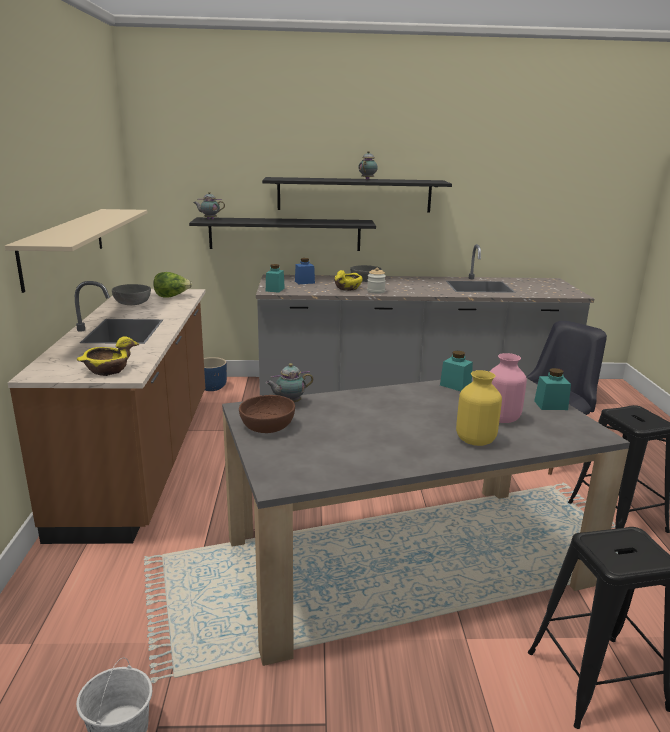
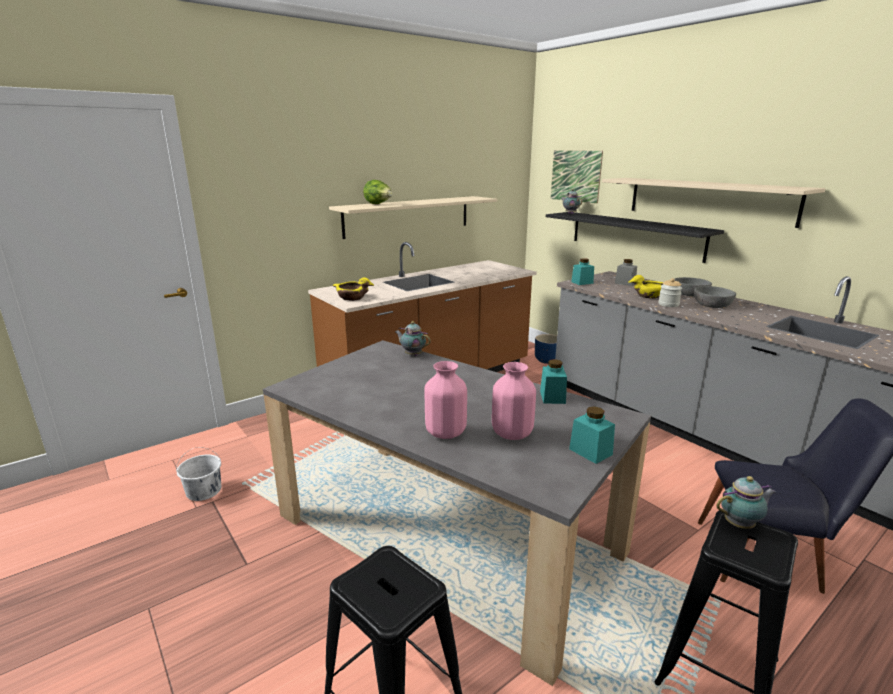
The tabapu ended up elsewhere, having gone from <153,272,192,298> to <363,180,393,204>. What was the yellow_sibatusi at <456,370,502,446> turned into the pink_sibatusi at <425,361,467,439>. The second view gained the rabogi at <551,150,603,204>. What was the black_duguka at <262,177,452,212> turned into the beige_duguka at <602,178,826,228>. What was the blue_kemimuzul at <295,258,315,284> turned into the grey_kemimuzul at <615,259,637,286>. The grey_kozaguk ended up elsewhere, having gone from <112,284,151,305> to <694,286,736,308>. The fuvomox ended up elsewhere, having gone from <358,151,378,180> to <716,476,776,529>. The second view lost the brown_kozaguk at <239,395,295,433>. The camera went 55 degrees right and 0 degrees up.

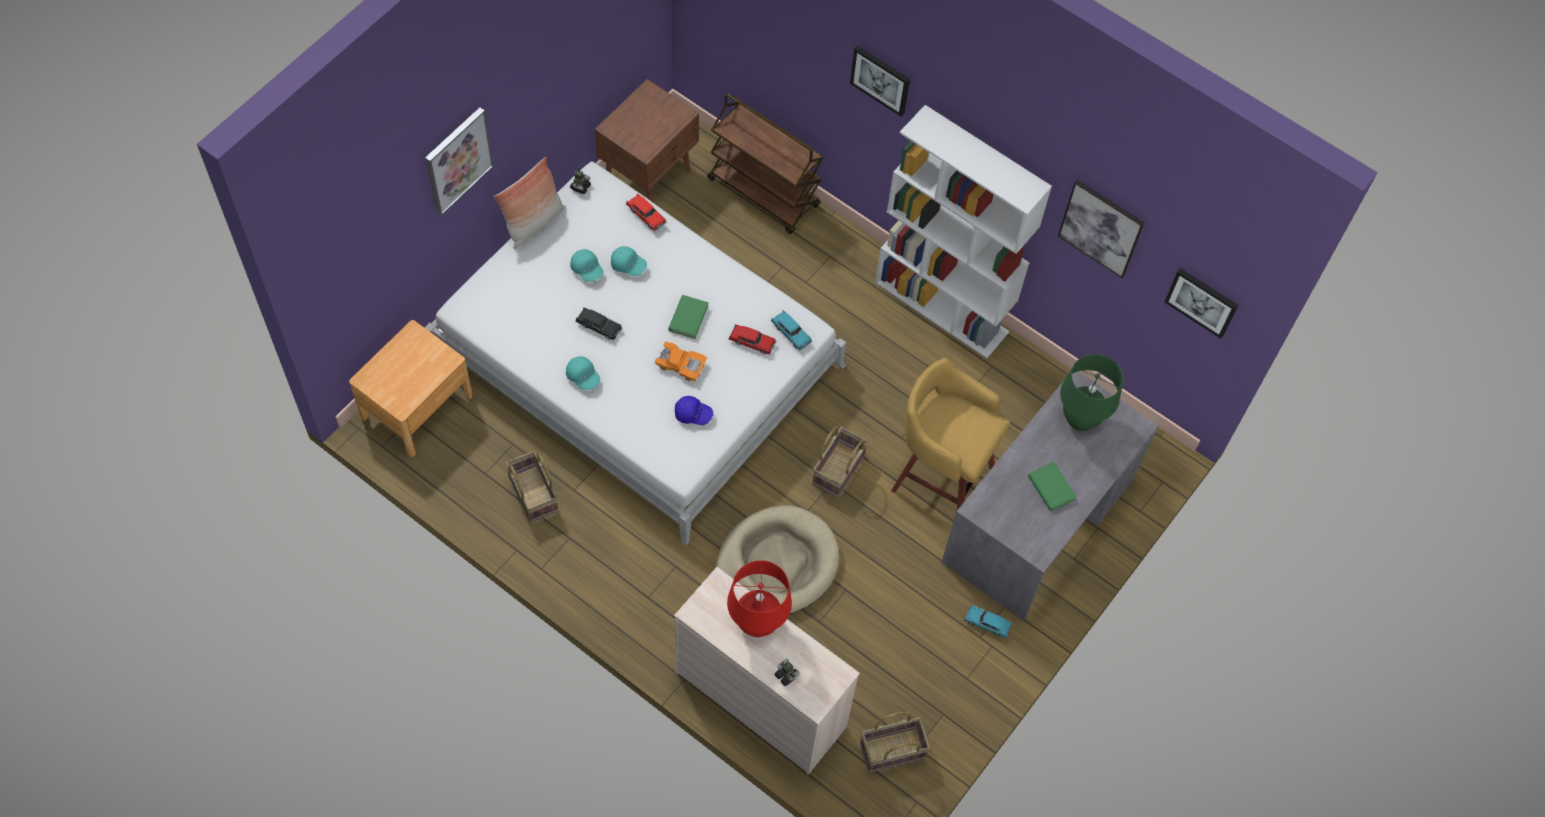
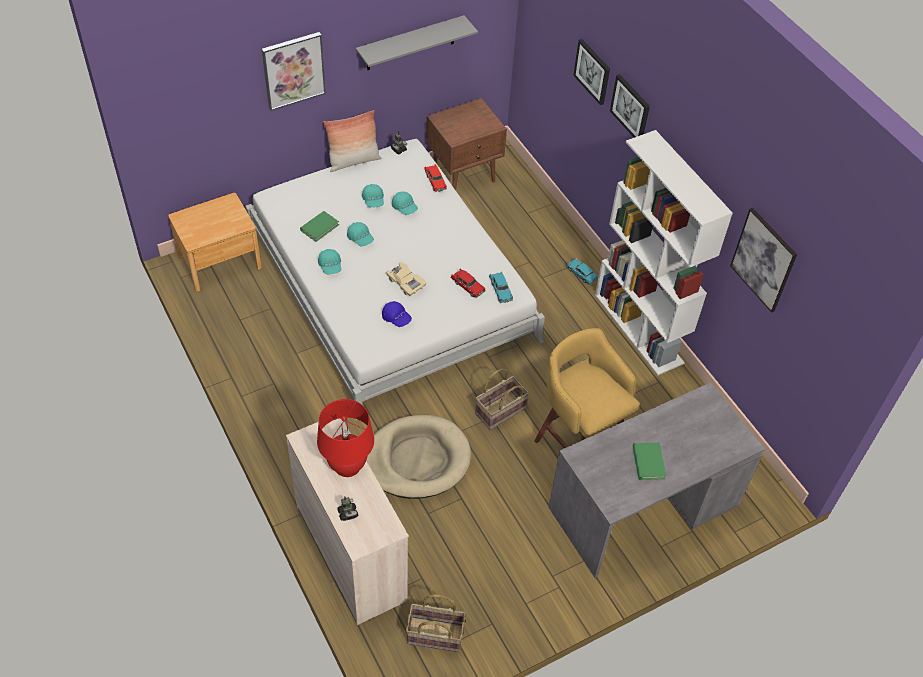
The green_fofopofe ended up elsewhere, having gone from <668,295,708,339> to <300,211,339,242>. Where the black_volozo stood at <575,307,622,340>, the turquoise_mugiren came to stand at <347,222,374,246>. The second view gained the grey_duguka at <356,15,478,70>. What was the orange_volozo at <654,341,707,381> turned into the beige_volozo at <386,262,427,296>. The turquoise_volozo ended up elsewhere, having gone from <964,605,1012,639> to <566,258,598,285>. The rabogi ended up elsewhere, having gone from <1165,268,1238,339> to <573,39,610,105>. The second view lost the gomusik at <505,451,558,523>. The second view lost the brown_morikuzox at <707,93,824,234>. The second view lost the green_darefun at <1060,354,1123,431>. The camera went 25 degrees right and 10 degrees down.

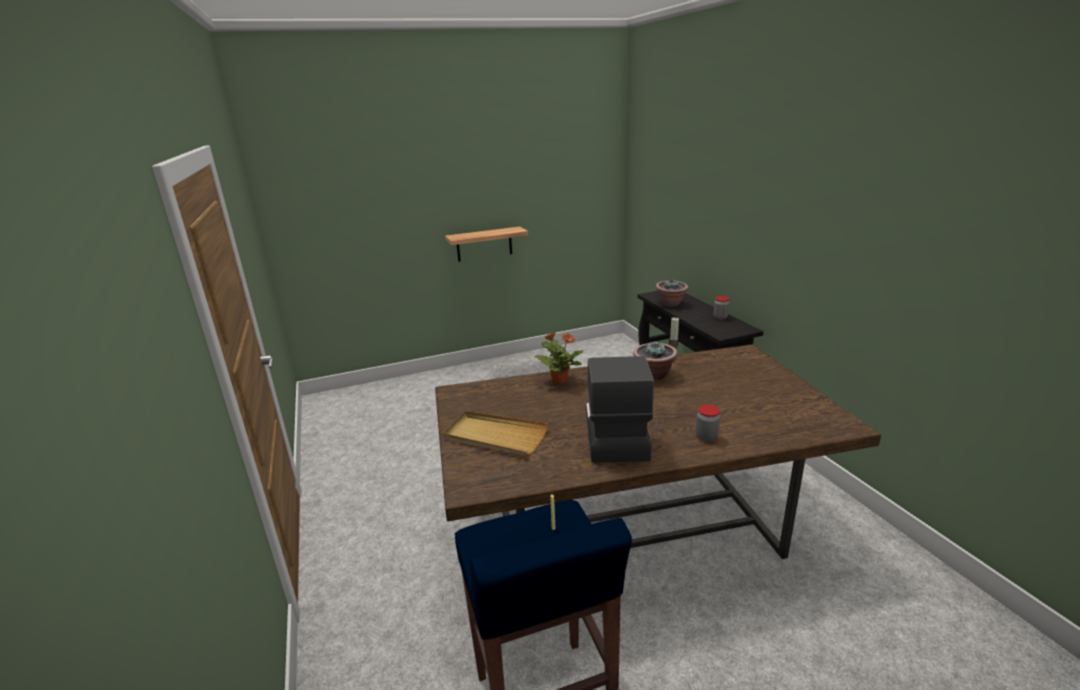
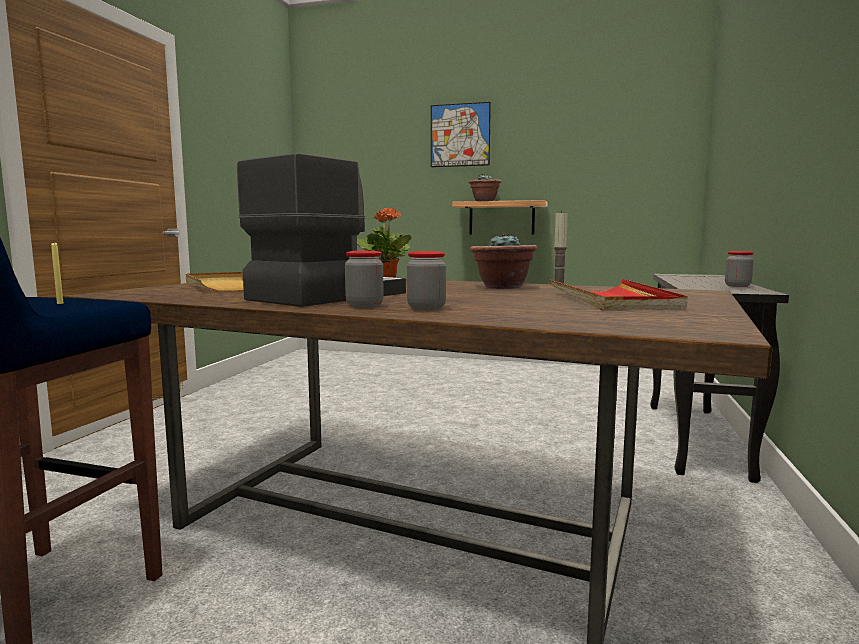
The second view gained the kemimuzul at <345,251,384,308>. The second view gained the rabogi at <431,102,491,167>. The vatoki ended up elsewhere, having gone from <656,280,688,307> to <469,174,502,201>. The second view gained the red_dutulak at <550,279,687,311>. The camera went 35 degrees right and 15 degrees down.

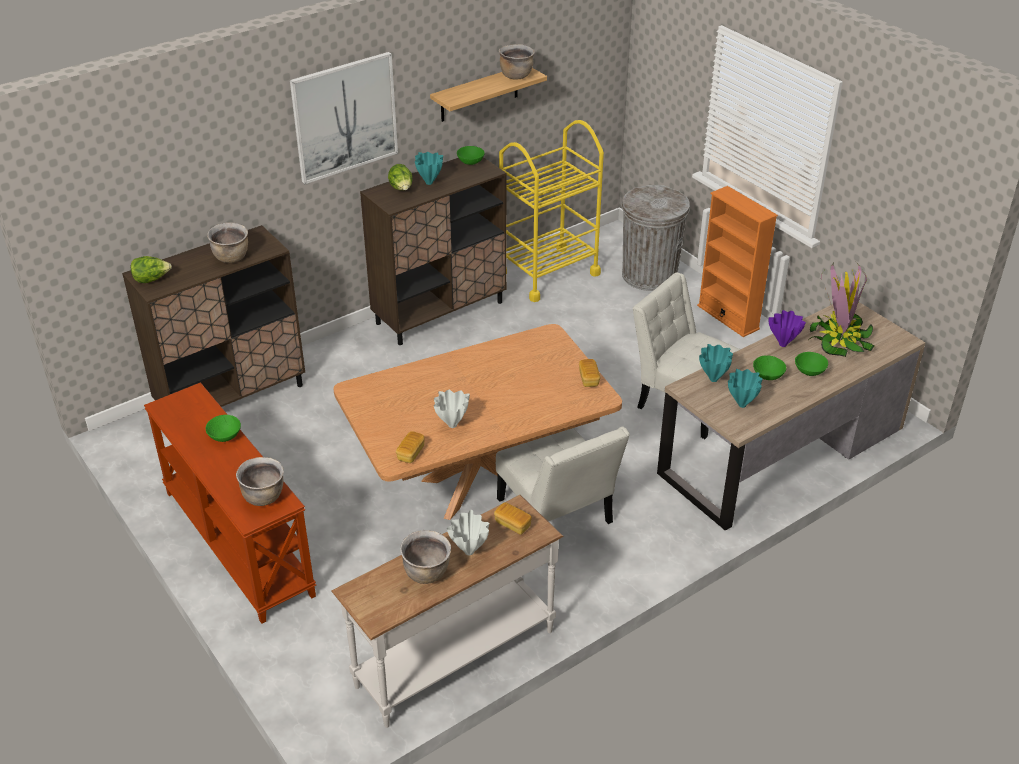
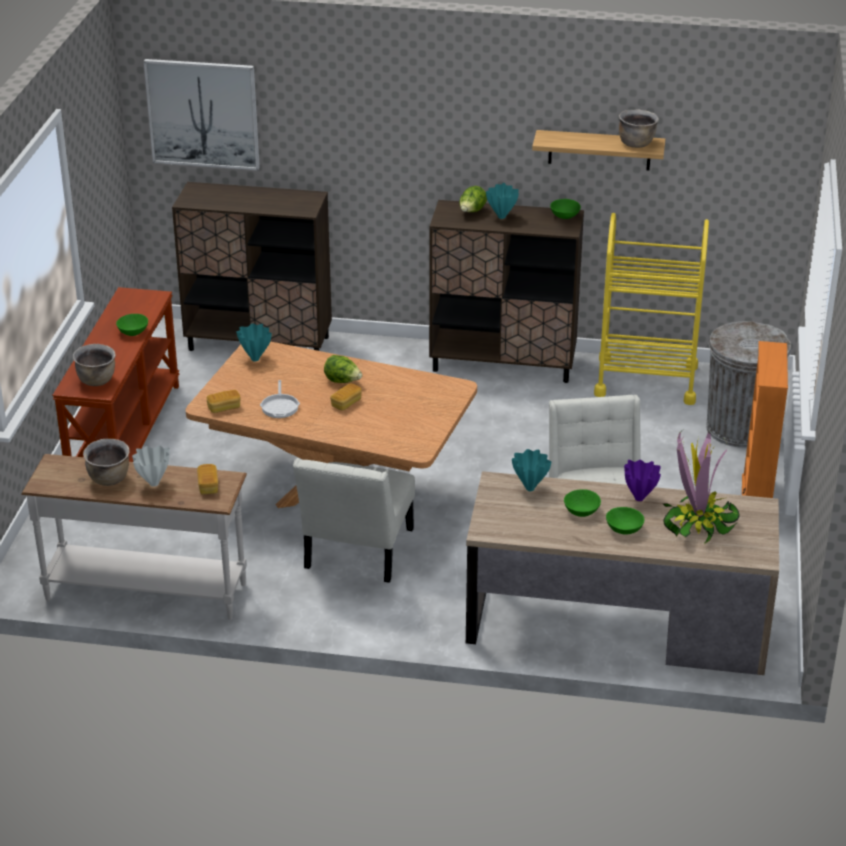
The rabogi ended up elsewhere, having gone from <290,52,398,184> to <144,59,260,170>. The turquoise_sibatusi ended up elsewhere, having gone from <728,369,762,408> to <236,324,272,361>. Where the white_sibatusi stood at <434,390,470,428>, the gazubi came to stand at <260,380,300,418>. The tabapu ended up elsewhere, having gone from <131,256,172,283> to <324,355,362,383>. The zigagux ended up elsewhere, having gone from <579,359,600,387> to <330,383,362,410>. The second view lost the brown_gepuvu at <207,222,248,263>. The camera went 45 degrees right and 5 degrees down.

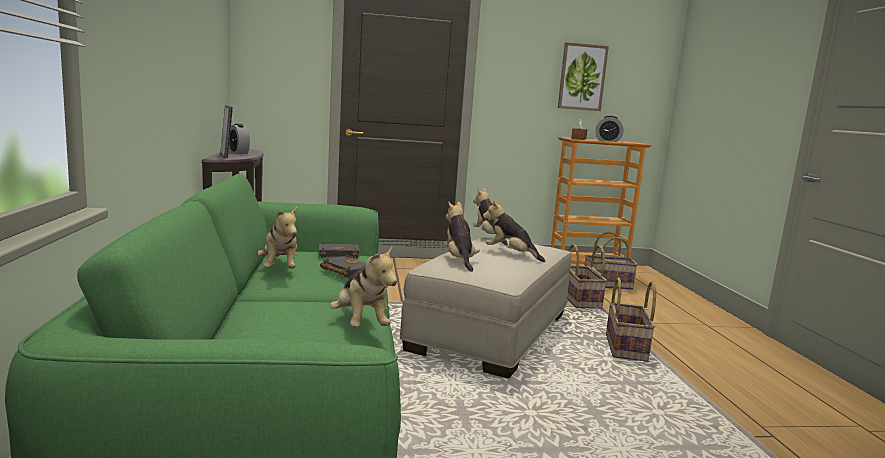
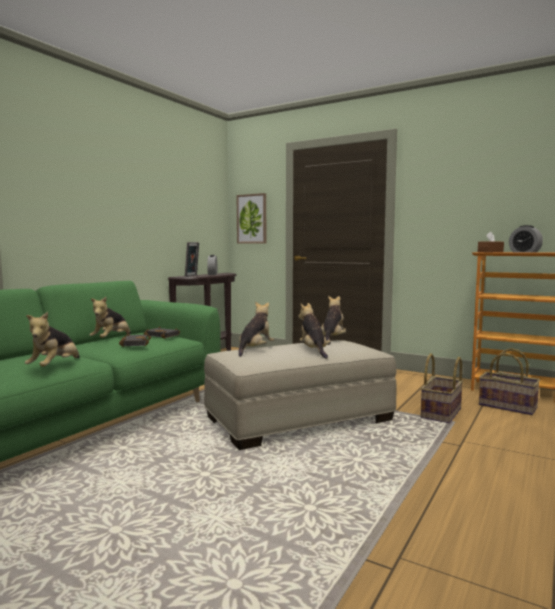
The rabogi ended up elsewhere, having gone from <558,42,609,111> to <237,193,266,244>. The second view lost the gomusik at <606,277,656,362>. The camera went 40 degrees right and 5 degrees down.

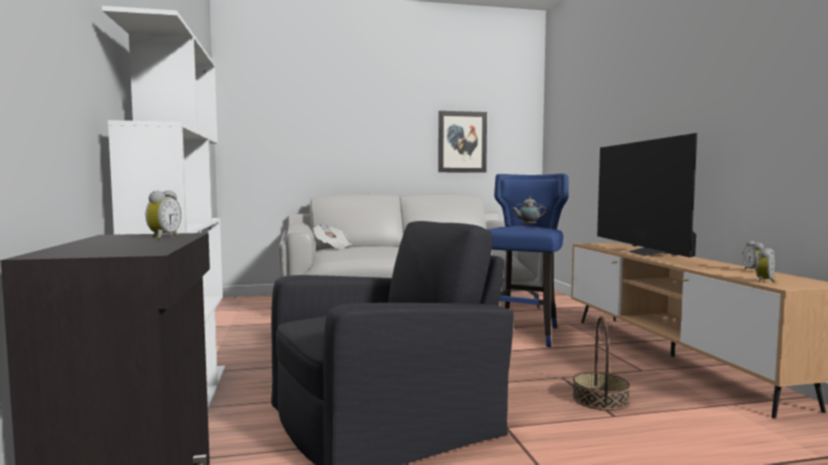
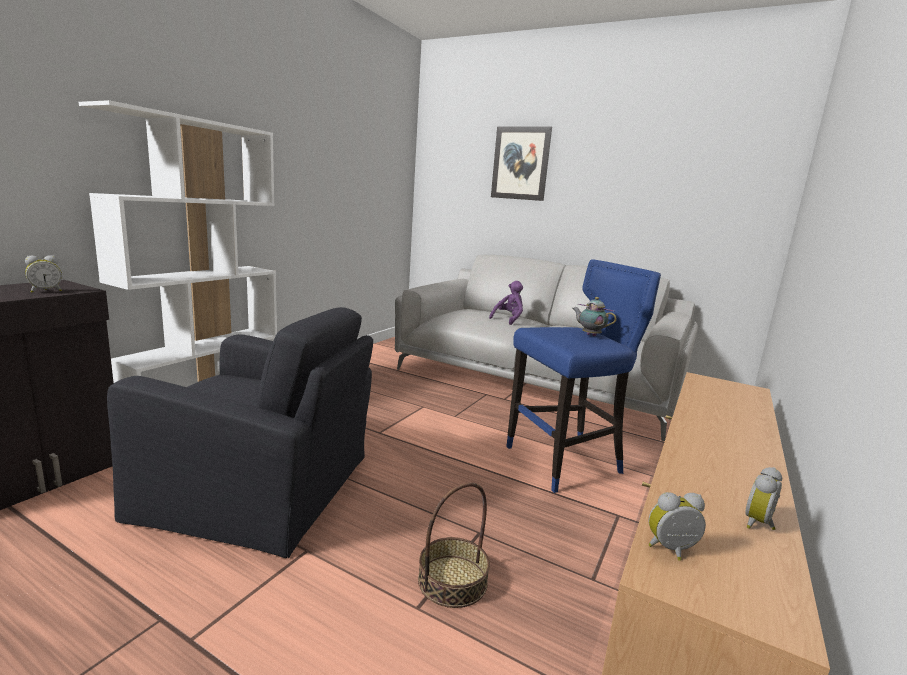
The second view gained the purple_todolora at <489,281,523,325>. The rabogi ended up elsewhere, having gone from <438,111,487,173> to <491,126,552,201>. The second view lost the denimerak at <313,224,352,249>. The second view lost the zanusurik at <597,133,697,257>. The camera went 40 degrees right and 10 degrees up.

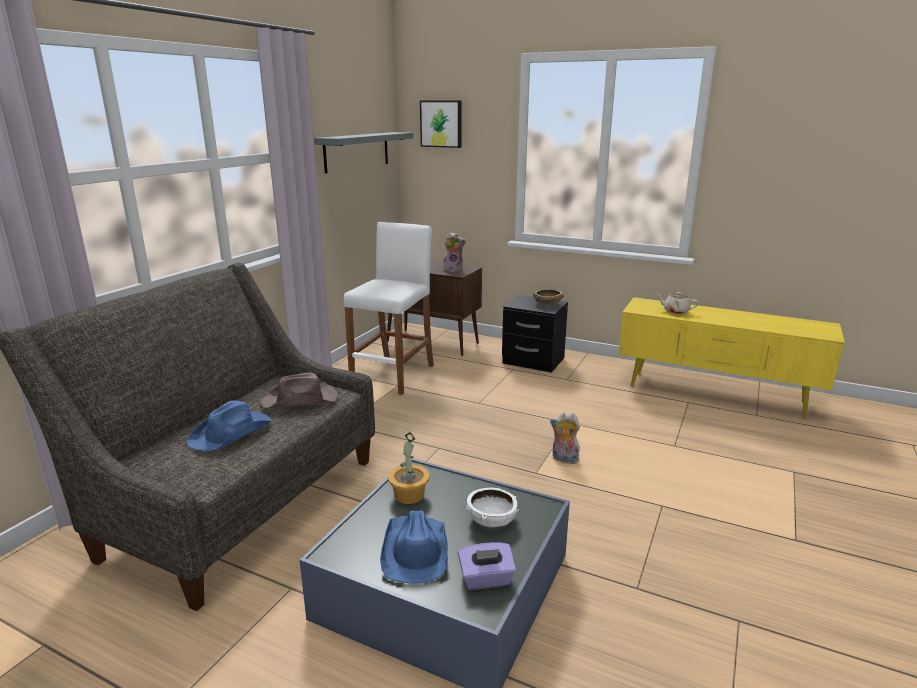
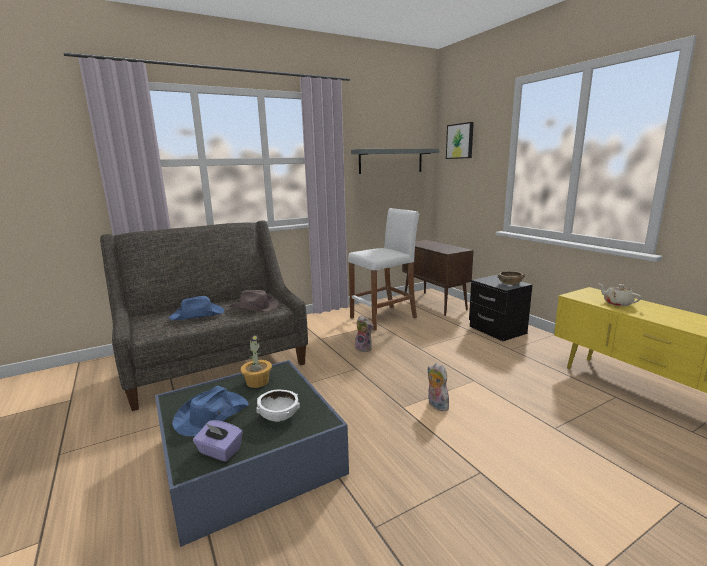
The todolora ended up elsewhere, having gone from <443,232,466,272> to <355,316,374,352>. The camera went 35 degrees right and 5 degrees down.

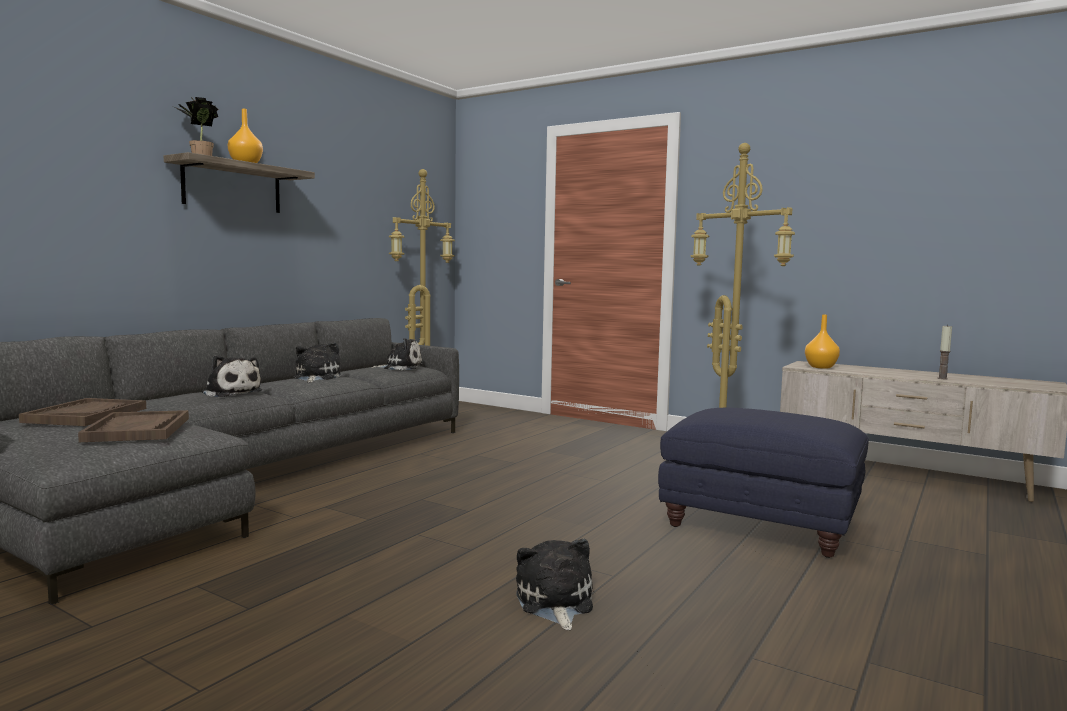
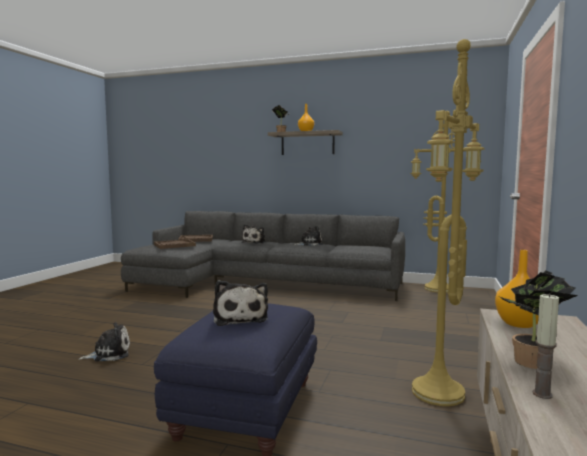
The todolora ended up elsewhere, having gone from <372,338,422,370> to <213,280,268,326>. The second view gained the vatoki at <498,270,578,369>. The camera went 75 degrees right and 0 degrees up.

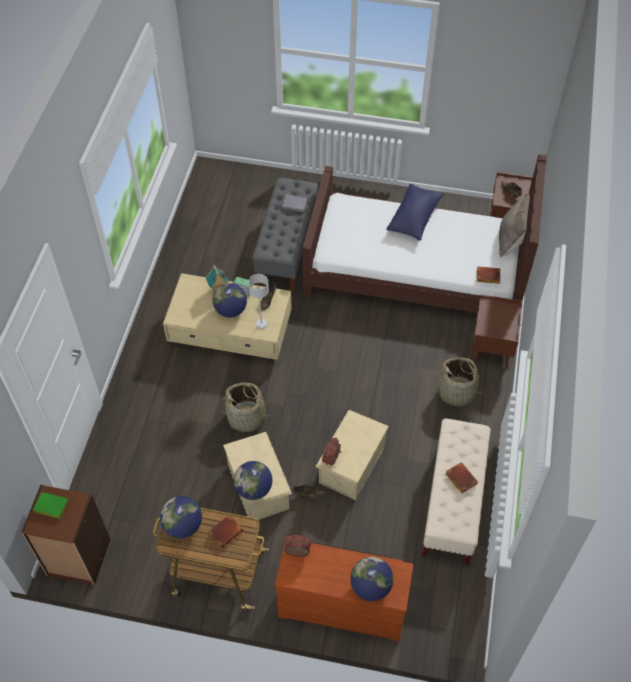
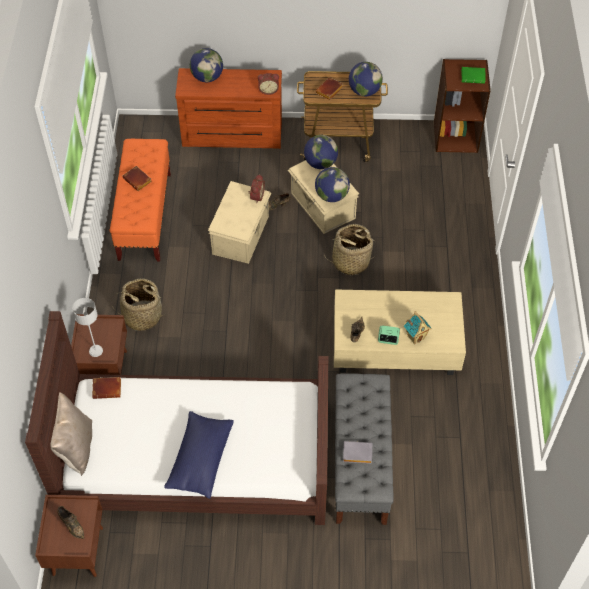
The grey_darefun ended up elsewhere, having gone from <248,274,269,329> to <72,298,103,357>. What was the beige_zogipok at <422,419,491,565> turned into the orange_zogipok at <109,139,171,262>. The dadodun ended up elsewhere, having gone from <213,283,247,318> to <315,167,350,202>. The camera went 170 degrees right and 0 degrees up.

